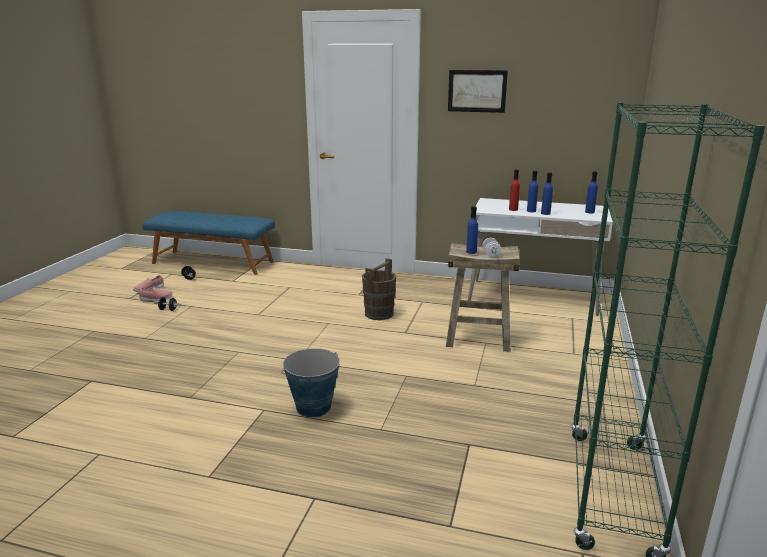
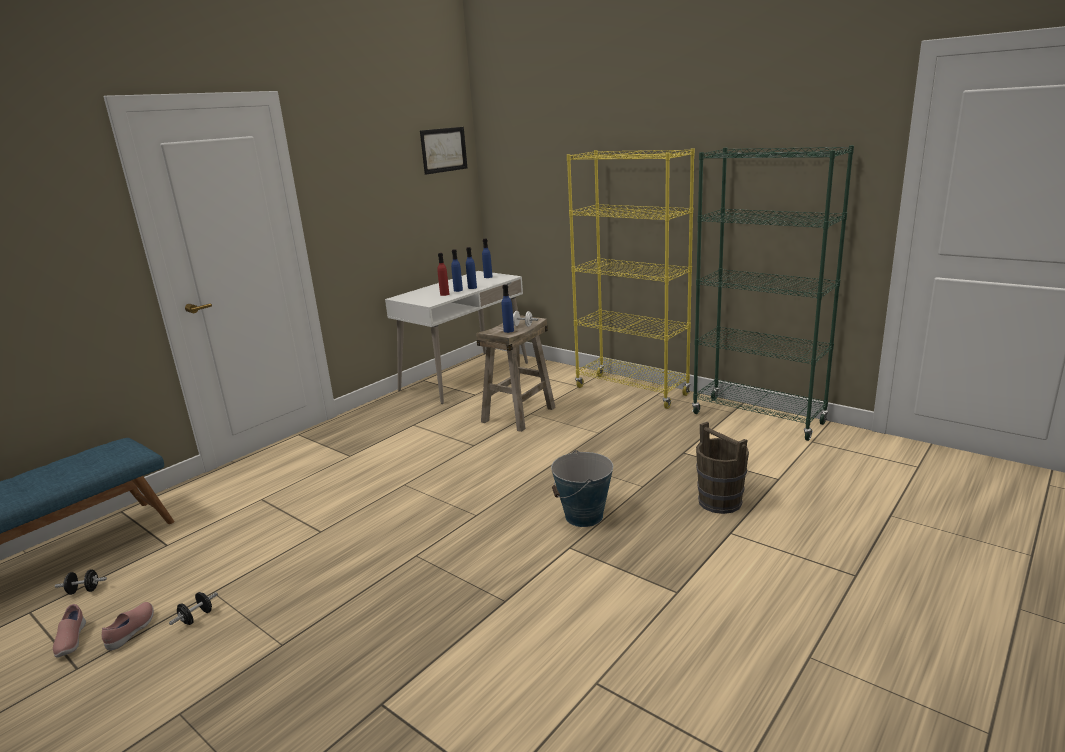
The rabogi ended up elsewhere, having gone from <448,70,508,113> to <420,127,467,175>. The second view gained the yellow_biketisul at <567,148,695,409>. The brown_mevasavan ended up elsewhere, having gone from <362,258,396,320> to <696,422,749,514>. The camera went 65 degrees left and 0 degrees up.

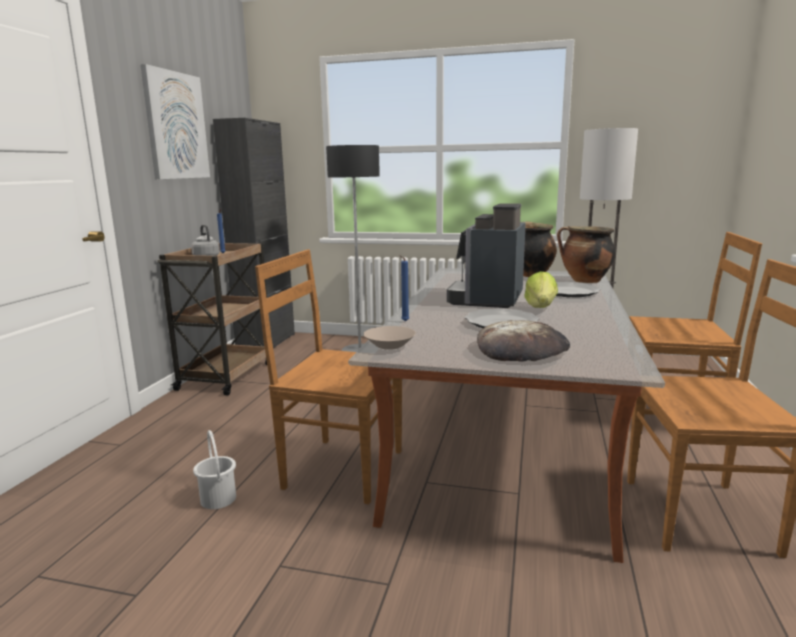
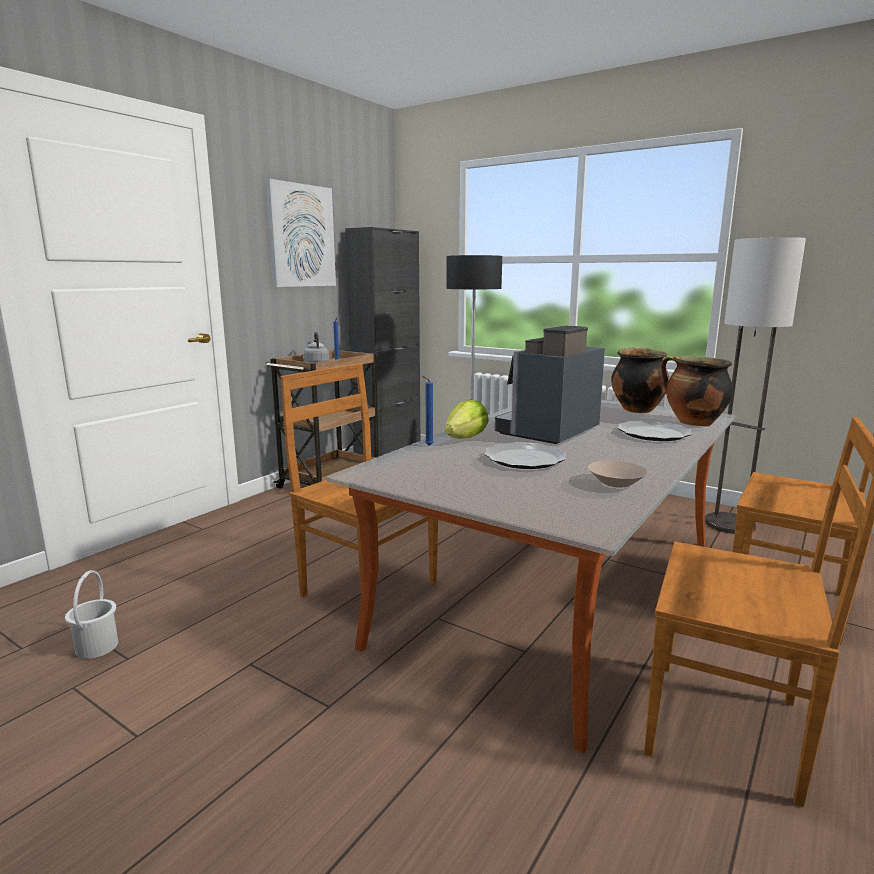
The white_mevasavan ended up elsewhere, having gone from <193,430,236,509> to <65,570,118,659>. The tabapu ended up elsewhere, having gone from <524,271,558,308> to <445,399,489,439>. The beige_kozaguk ended up elsewhere, having gone from <363,326,416,350> to <588,460,648,488>. The second view lost the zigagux at <477,320,570,362>. The camera went 20 degrees right and 0 degrees up.

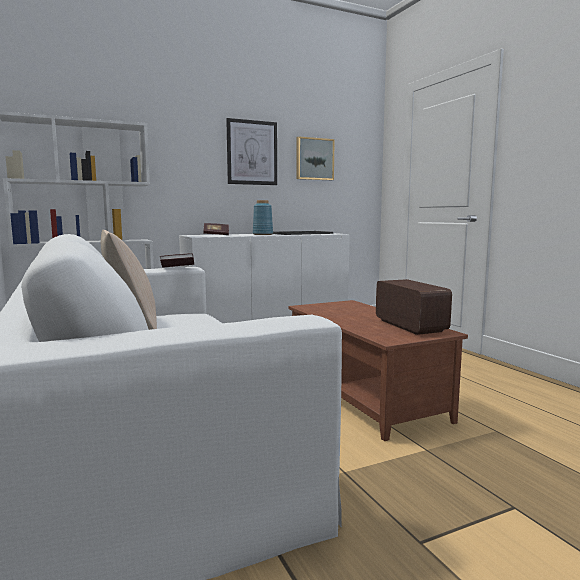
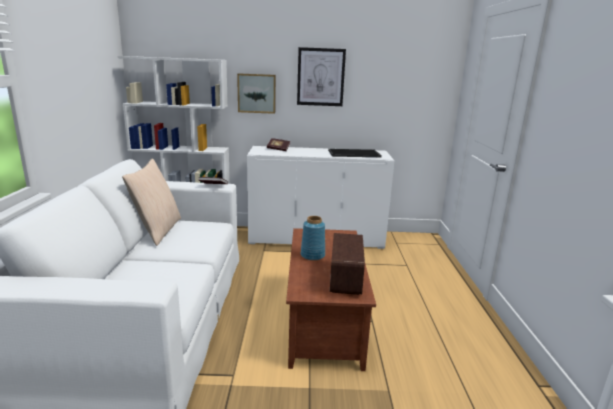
The rabogi ended up elsewhere, having gone from <296,137,335,180> to <237,73,276,114>. The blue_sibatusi ended up elsewhere, having gone from <253,200,273,235> to <301,216,325,261>. The camera went 25 degrees right and 10 degrees up.

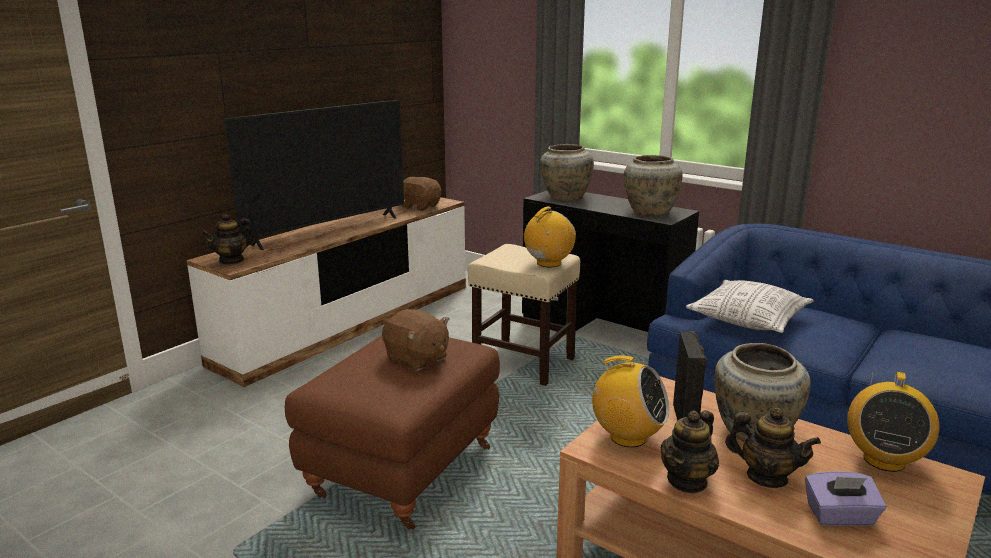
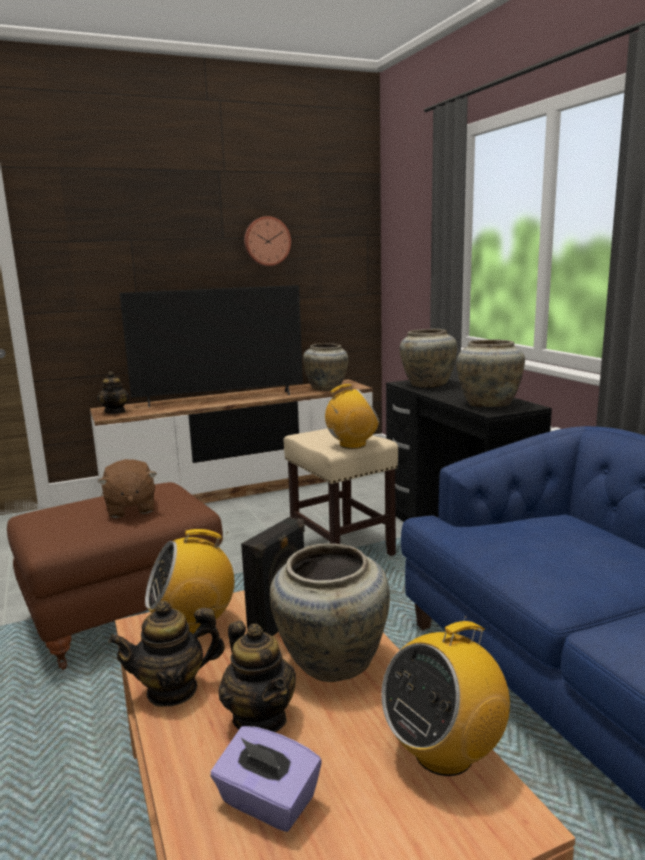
The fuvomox at <201,214,256,265> ended up facing another way, 90 degrees counterclockwise from before. The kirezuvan at <587,355,669,448> ended up facing another way, 105 degrees clockwise from before. The second view gained the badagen at <244,216,291,266>. Where the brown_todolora stood at <402,177,441,211>, the beige_sibatusi came to stand at <303,343,349,391>. The second view lost the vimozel at <686,280,814,333>. The camera went 30 degrees right and 5 degrees down.

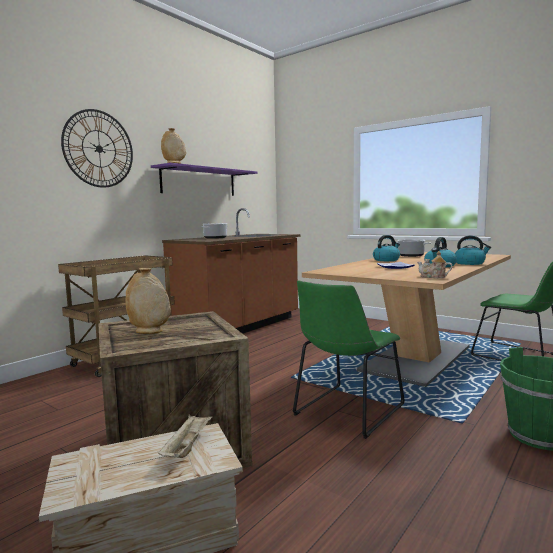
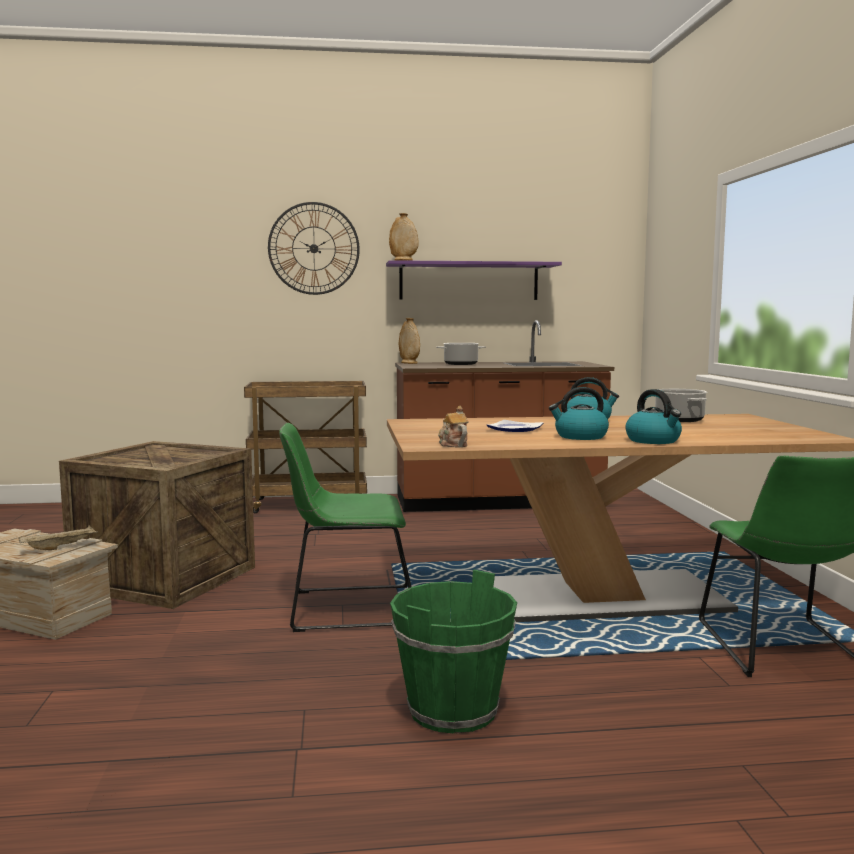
The beige_sibatusi ended up elsewhere, having gone from <125,268,171,334> to <399,318,420,364>. The camera went 45 degrees right and 0 degrees up.

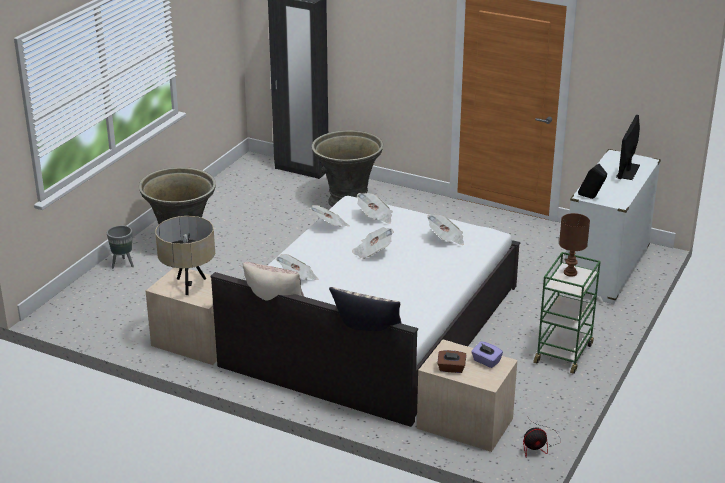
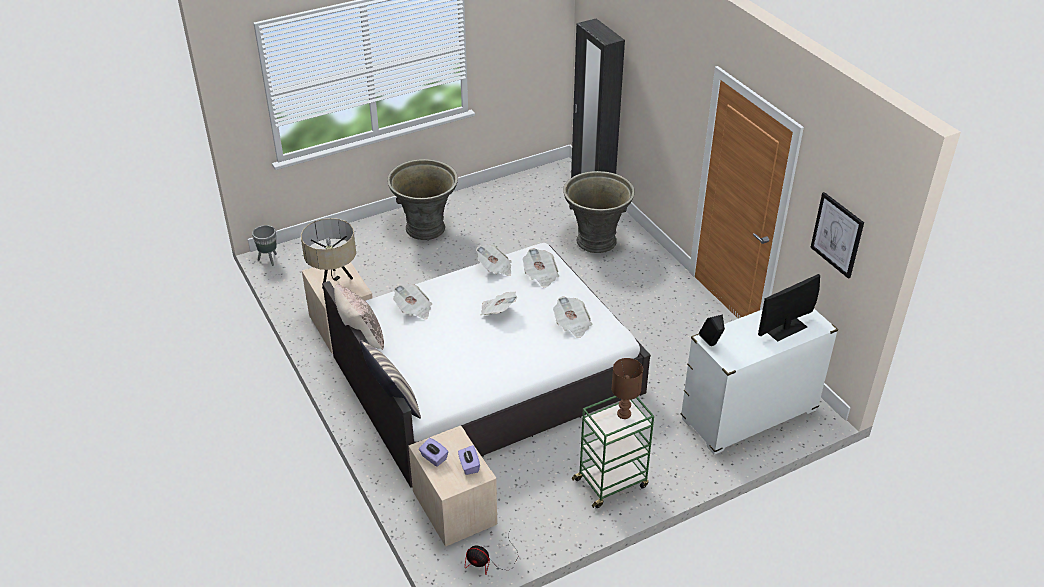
The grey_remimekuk ended up elsewhere, having gone from <107,225,134,268> to <252,225,277,266>. What was the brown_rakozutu at <437,350,466,373> turned into the purple_rakozutu at <419,438,448,467>. The second view gained the rabogi at <810,192,864,279>. The camera went 35 degrees right and 10 degrees up.

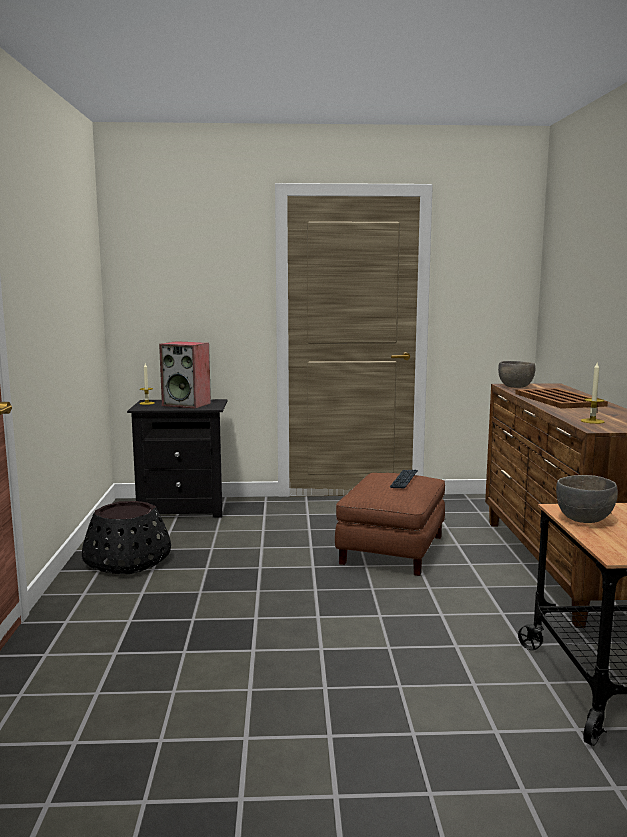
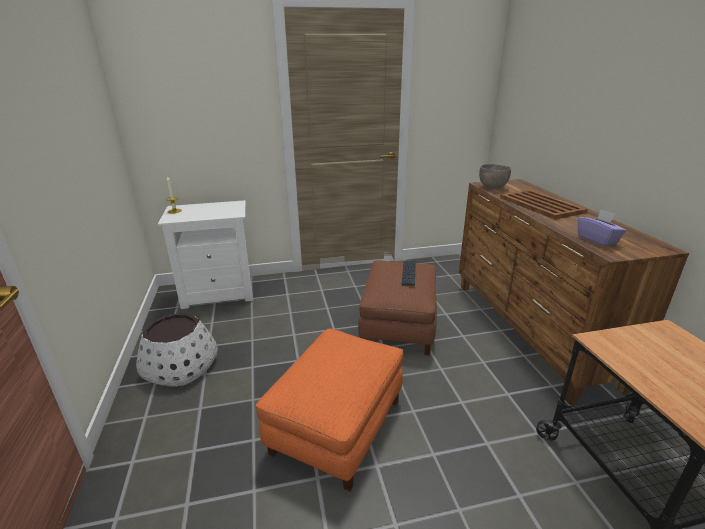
What was the black_remimekuk at <82,501,171,574> turned into the white_remimekuk at <136,313,218,386>. What was the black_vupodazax at <127,399,228,518> turned into the white_vupodazax at <158,200,253,309>. The second view gained the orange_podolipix at <256,328,403,492>. Where the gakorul stood at <581,363,604,424>, the purple_rakozutu came to stand at <578,209,626,247>. The second view lost the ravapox at <159,341,211,409>. The second view lost the grey_kozaguk at <556,475,618,523>. The camera went 10 degrees left and 15 degrees up.

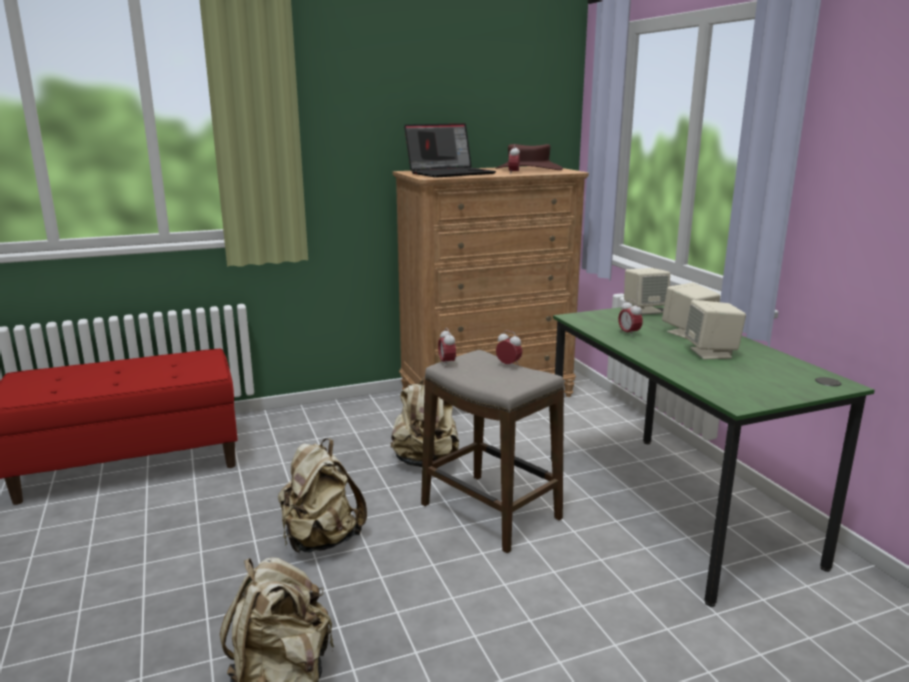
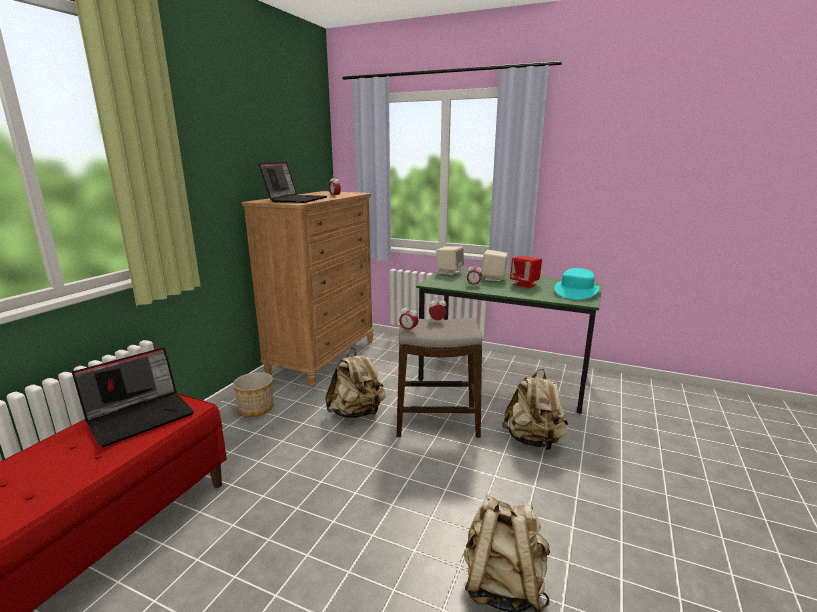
The second view gained the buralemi at <72,347,194,447>. The second view gained the remimekuk at <233,372,274,417>. The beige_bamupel ended up elsewhere, having gone from <278,438,367,553> to <502,369,568,450>. What was the beige_ravapox at <685,300,746,360> turned into the red_ravapox at <510,256,542,288>. The second view gained the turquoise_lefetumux at <555,268,600,300>. The second view lost the brown_lefetumux at <495,144,563,170>. The camera went 45 degrees left and 0 degrees up.

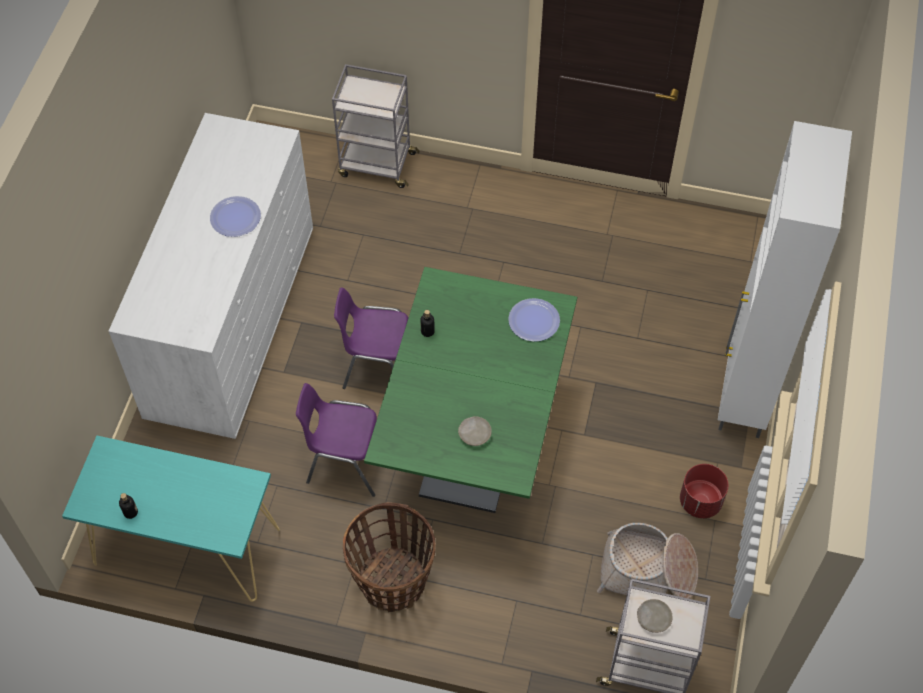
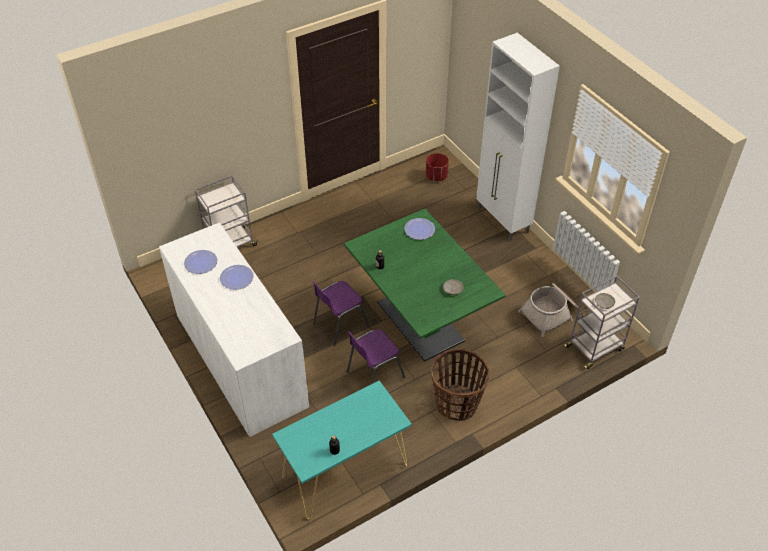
The second view gained the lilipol at <184,250,217,274>. The red_remimekuk ended up elsewhere, having gone from <680,464,728,518> to <426,153,449,181>. The camera went 45 degrees left and 10 degrees down.

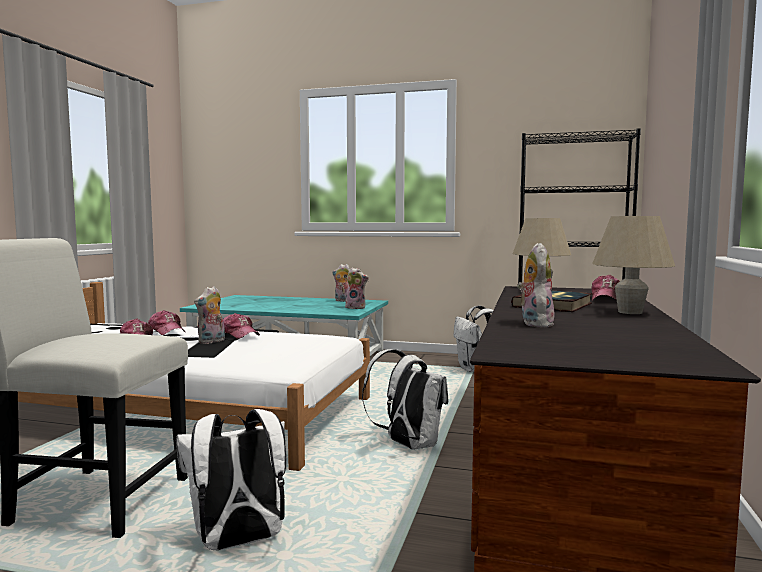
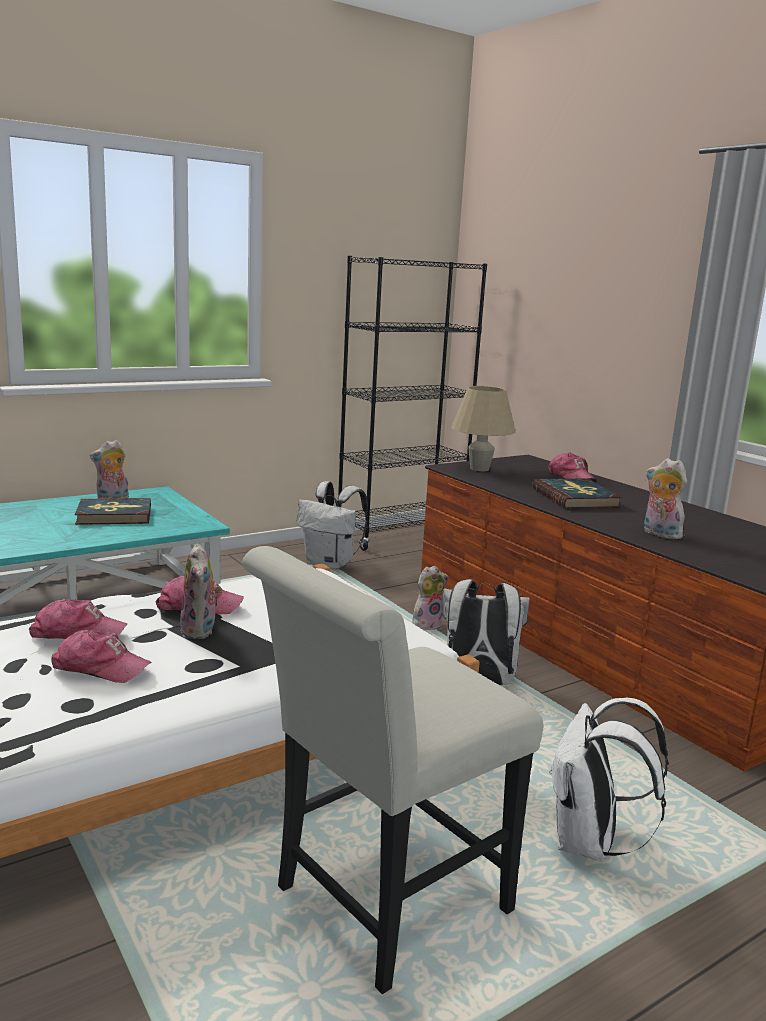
The second view gained the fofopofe at <75,498,151,525>. The todolora ended up elsewhere, having gone from <345,268,369,309> to <412,566,449,630>. The second view lost the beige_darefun at <592,216,675,314>. The camera went 50 degrees left and 10 degrees up.

